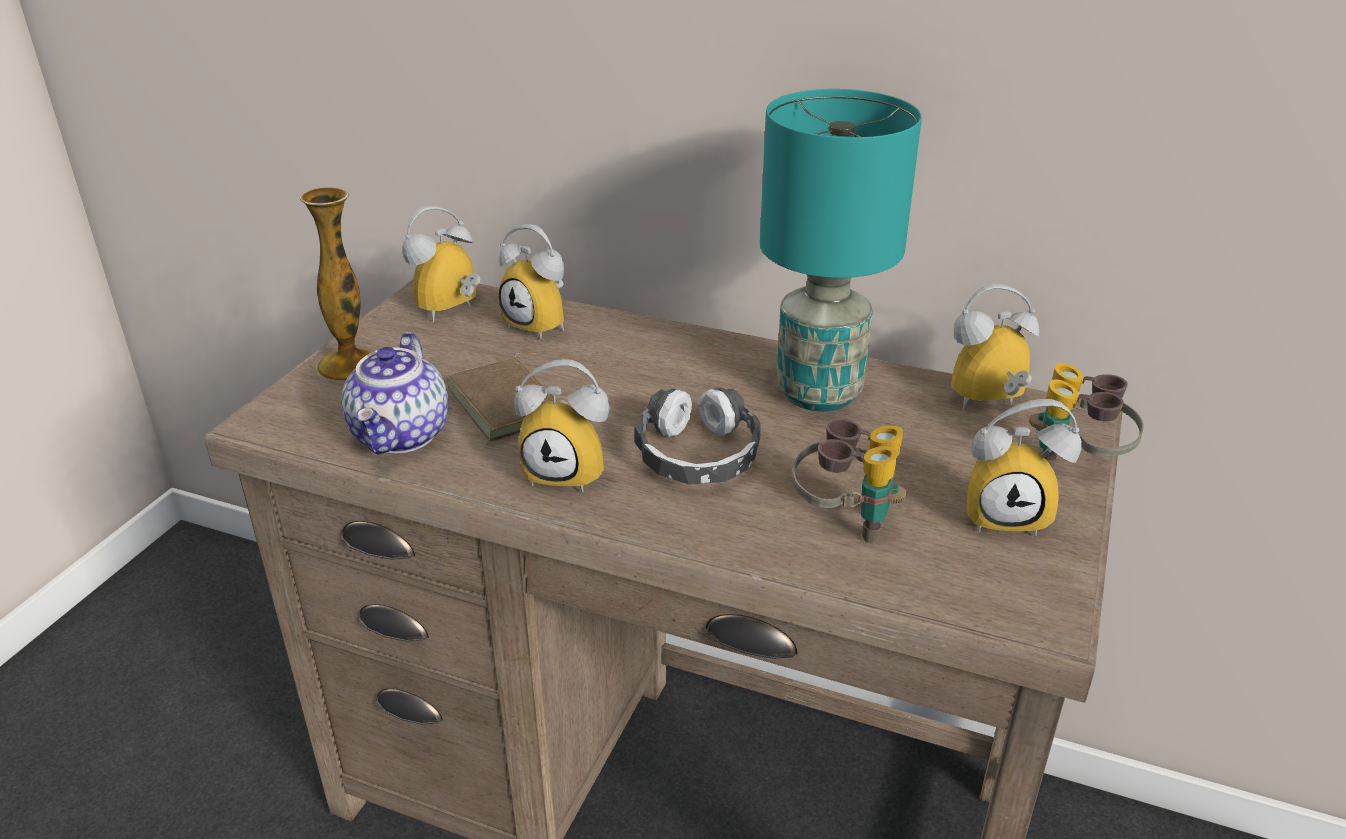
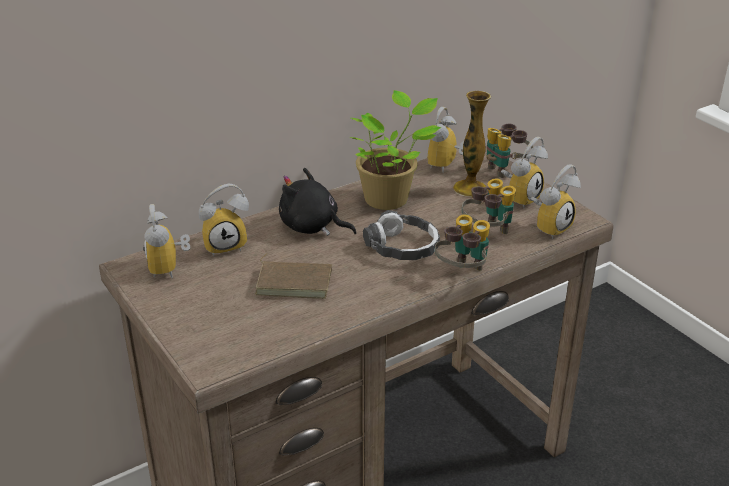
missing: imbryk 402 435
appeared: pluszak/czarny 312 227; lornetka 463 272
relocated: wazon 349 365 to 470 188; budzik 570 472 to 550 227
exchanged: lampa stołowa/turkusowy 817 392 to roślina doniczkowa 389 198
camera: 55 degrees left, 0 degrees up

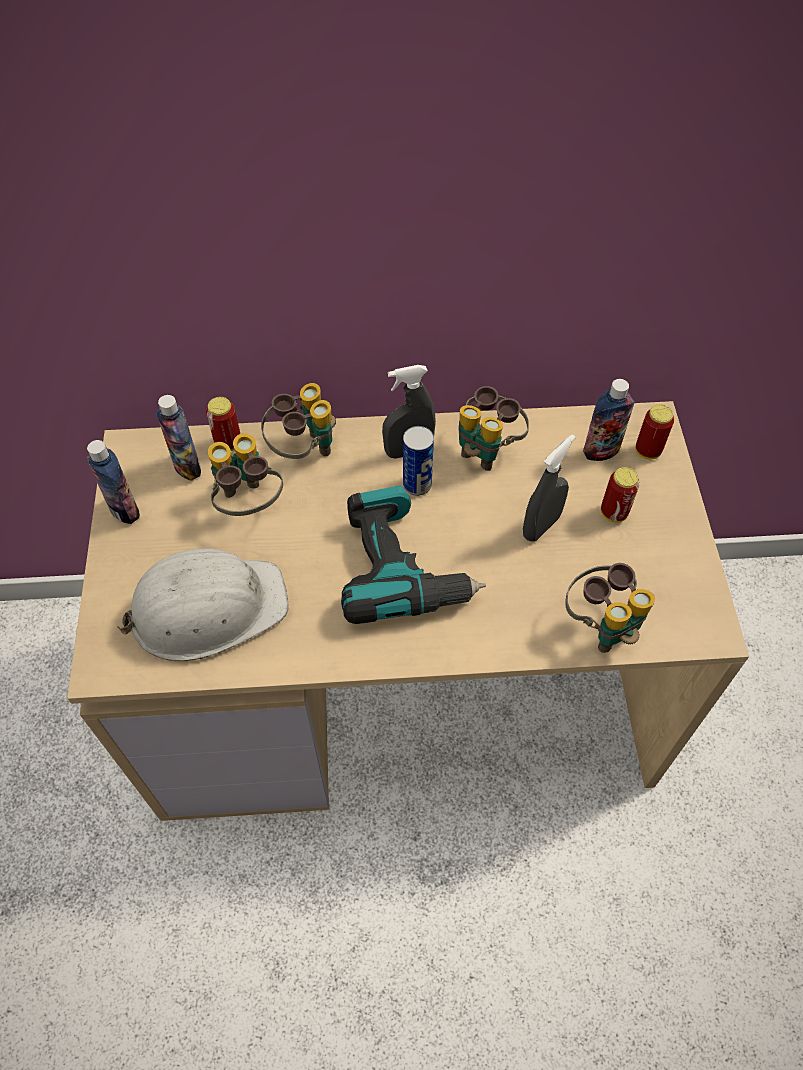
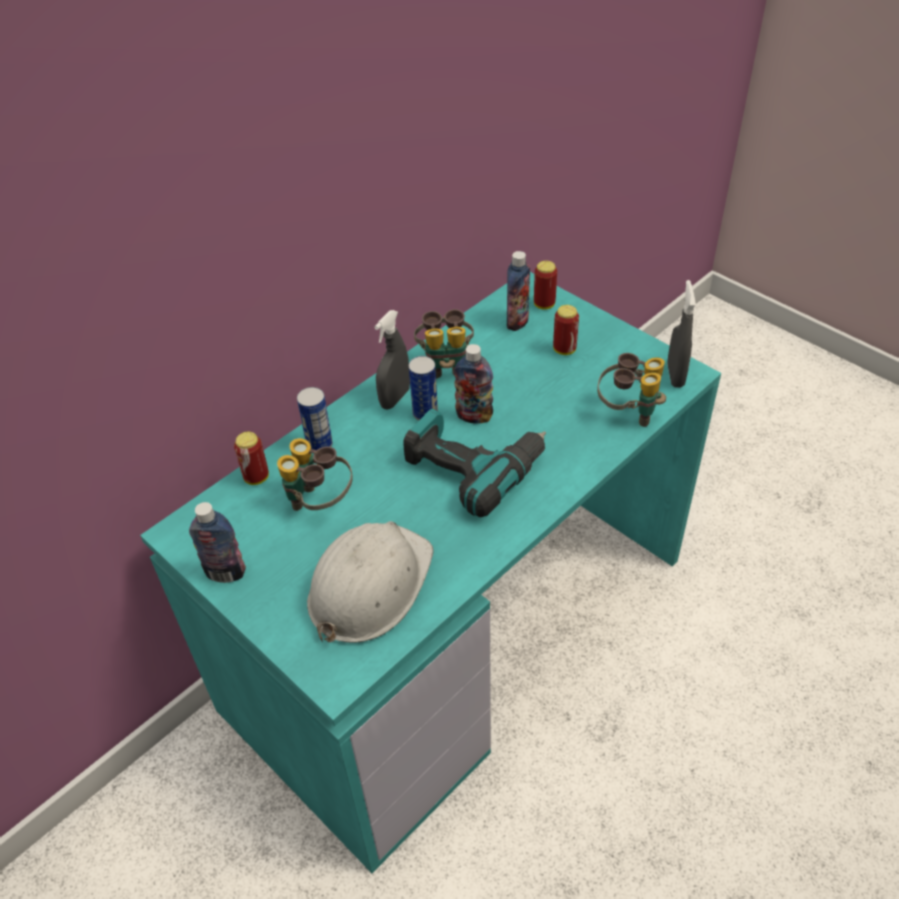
relocated: butelka 187 467 to 474 416; spryskiwacz/szary 541 526 to 675 375
exchanged: lornetka 303 450 to puszka 319 445
colour: biurko/beżowy 404 686 to biurko/turkusowy 458 628
camera: 40 degrees left, 10 degrees down

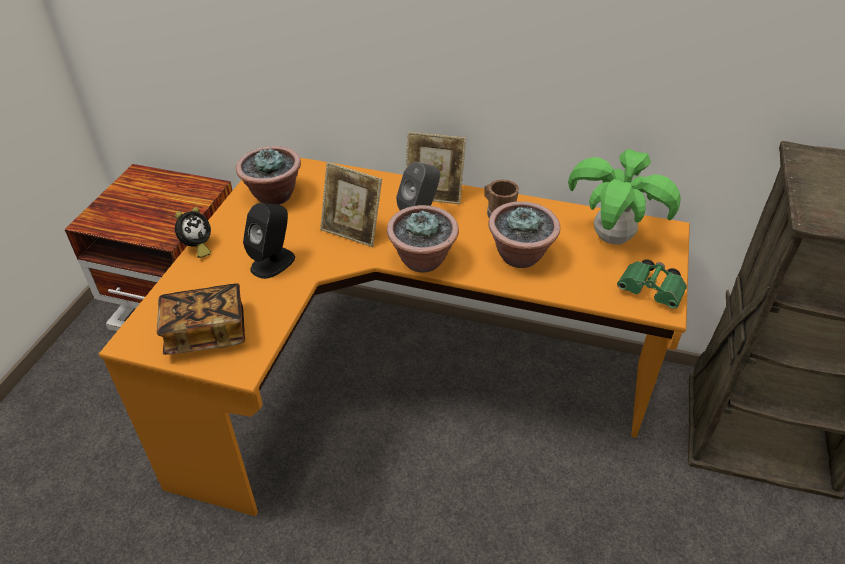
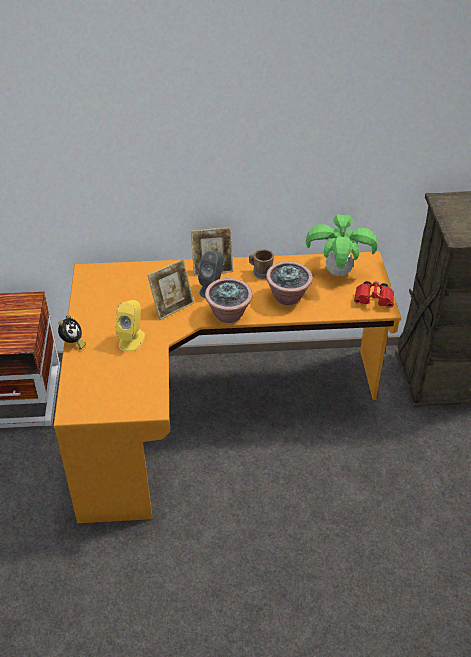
missing: książka 206 332; roślina doniczkowa 273 196
colour: głośnik/czarny 273 262 to głośnik/żółty 132 340; lornetka/zielony 652 292 to lornetka/czerwony 374 300
spun: ramka na zdjęcie 352 232 = 172 307 45 degrees counterclockwise
camera: 20 degrees left, 0 degrees up

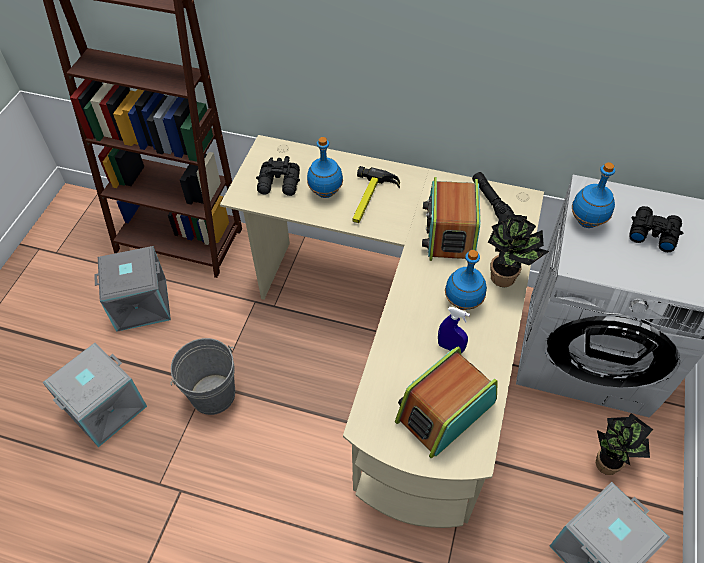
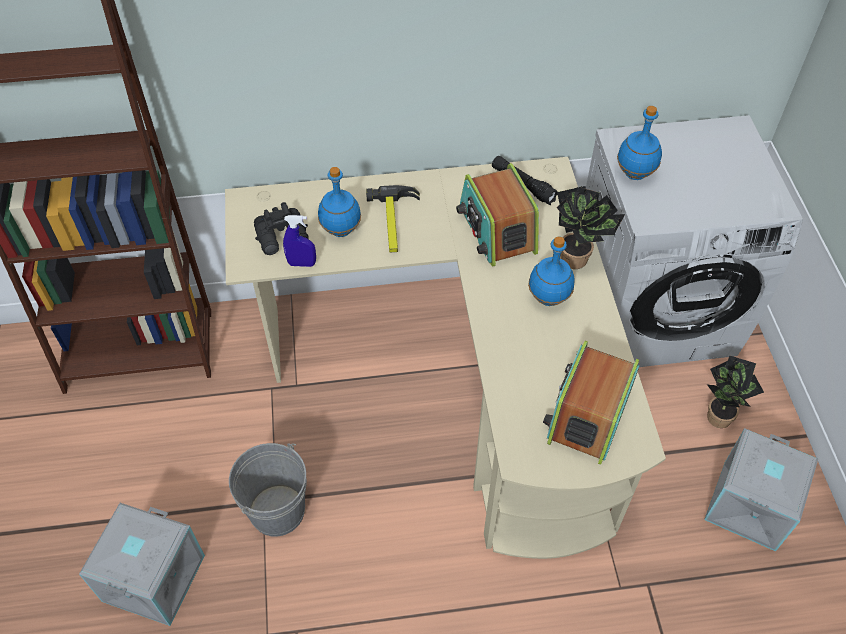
missing: pojemnik do przechowywania/szary 142 303; lornetka/czarny 652 233
relocated: spryskiwacz/niebieski 450 347 to 302 263
camera: 25 degrees left, 0 degrees up

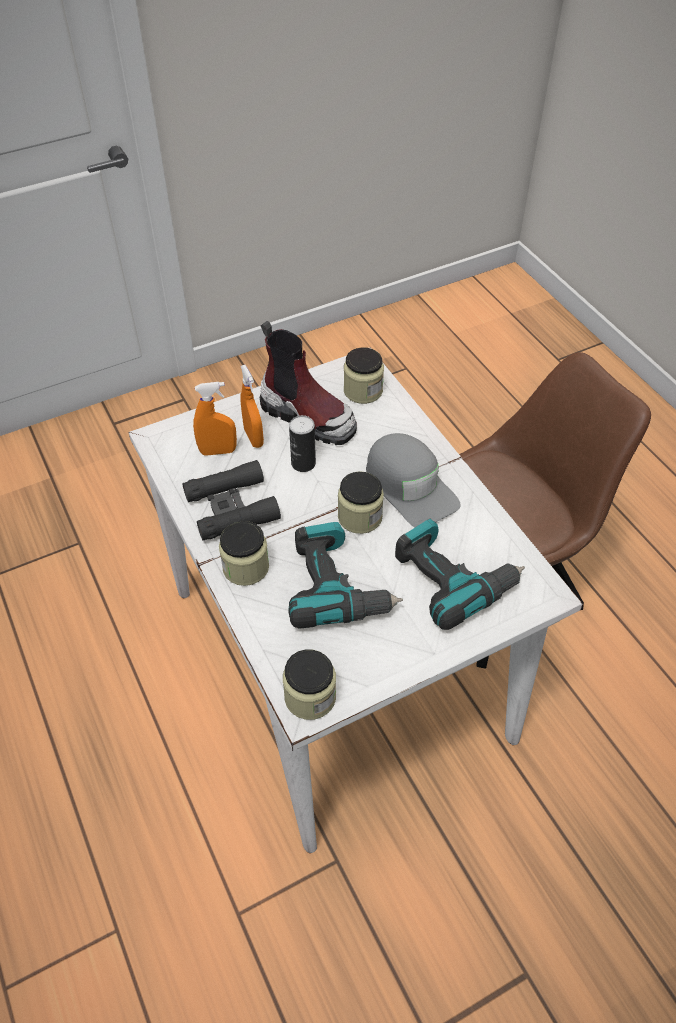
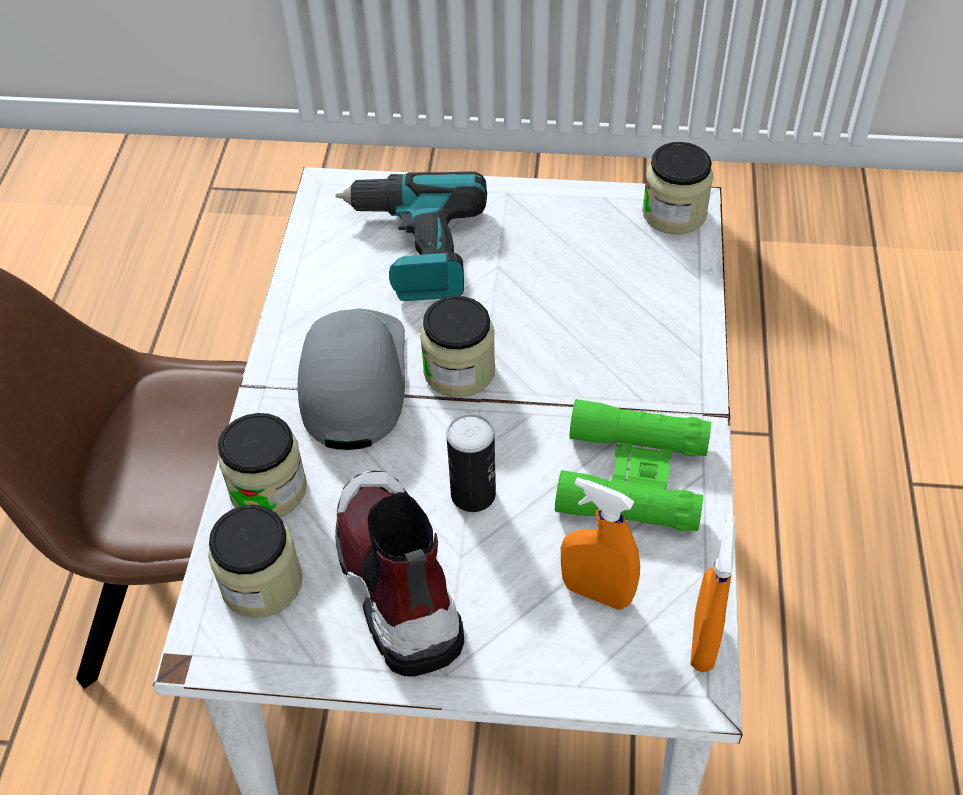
missing: wiertarka 337 586
relocated: słoik 246 567 to 268 489; spryskiwacz/pomarańczowy 253 437 to 703 641
colour: lornetka/czarny 231 507 to lornetka/zielony 632 476
camera: 145 degrees left, 0 degrees up

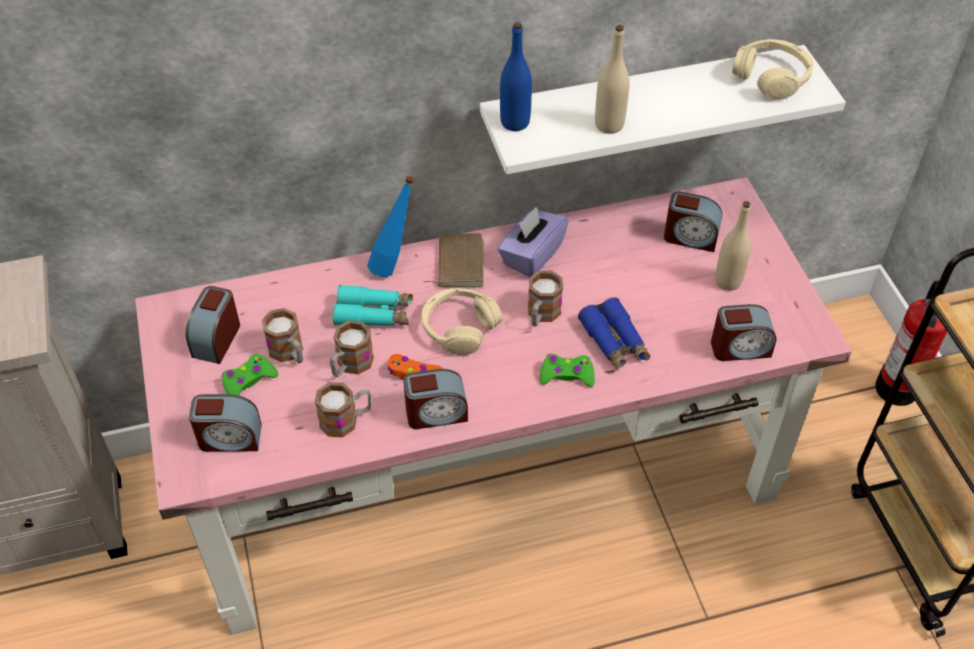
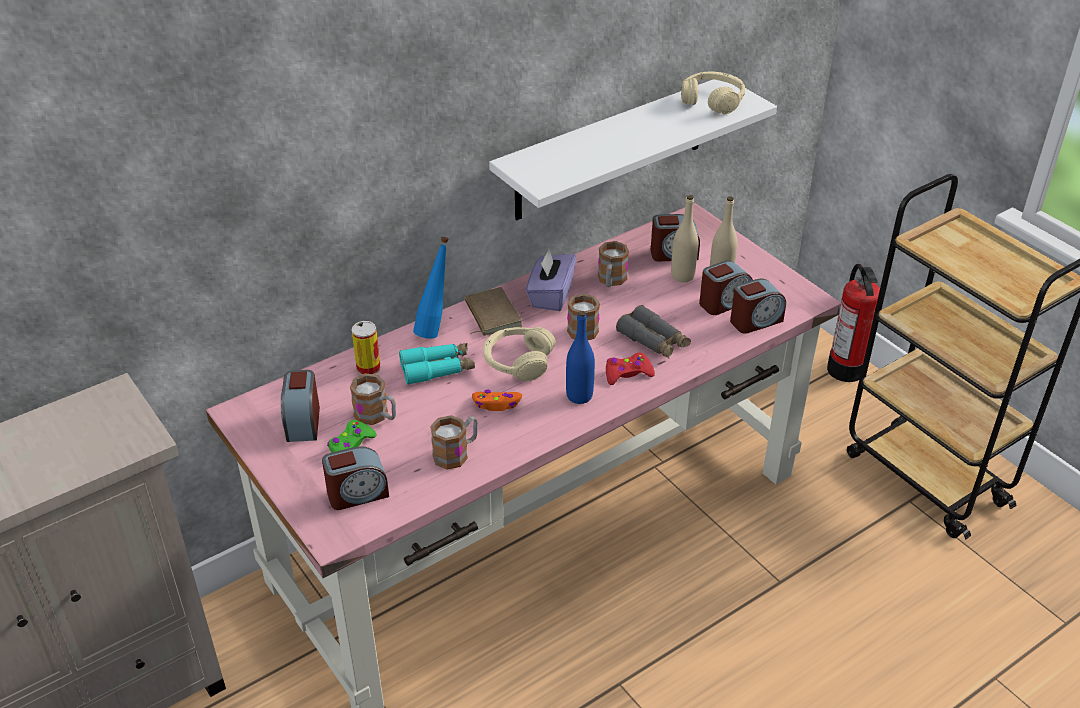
appeared: puszka 368 368
relocated: kubek 350 365 to 611 281; budzik 436 413 to 724 302; butelka/niebieski 515 122 to 579 396; butelka/beżowy 609 125 to 682 276
colour: pad do gier/zielony 566 375 to pad do gier/czerwony 627 373; lornetka/niebieski 614 342 to lornetka/szary 653 340
camera: 20 degrees left, 10 degrees down

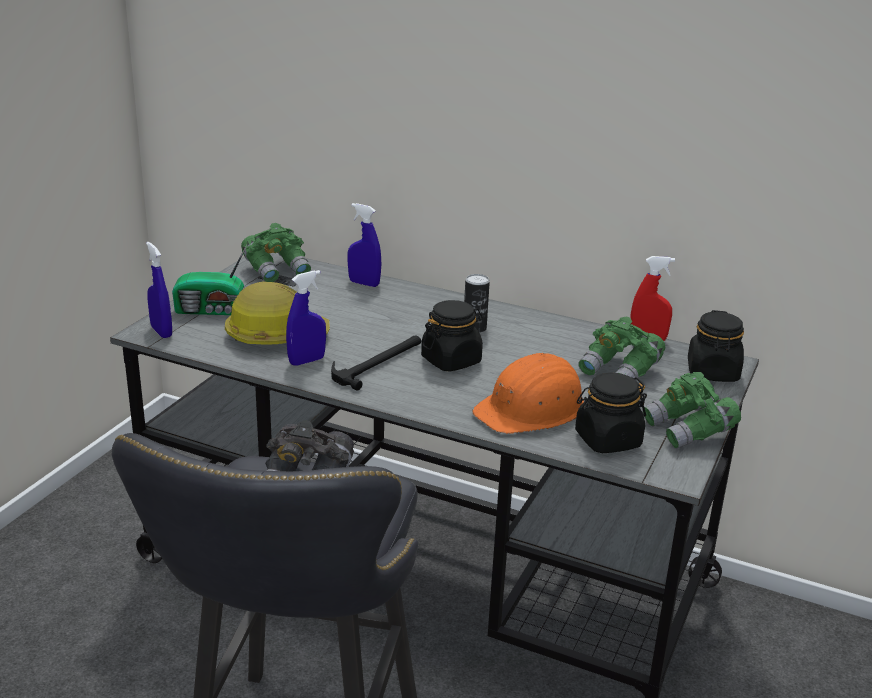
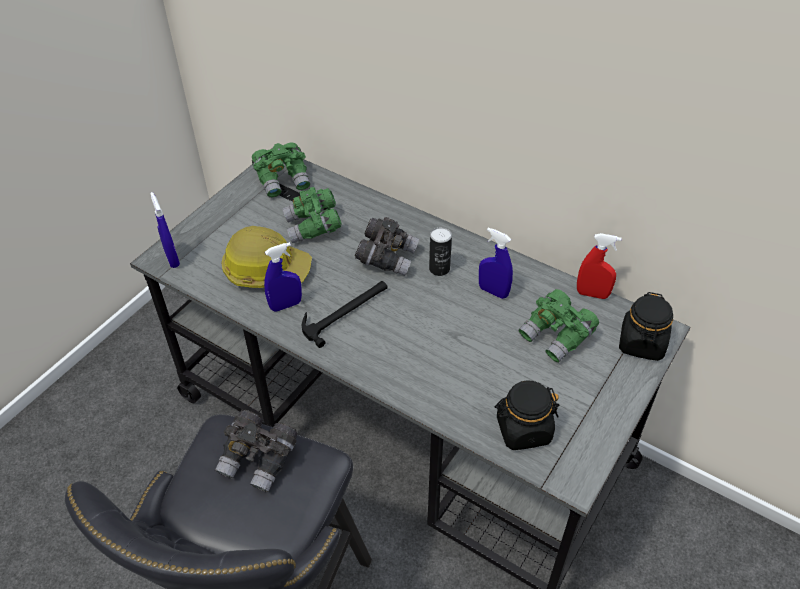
missing: radio 212 311; słoik/czarny 451 360; kask/pomarańczowy 532 409
appeared: lornetka/szary 387 257
relocated: spryskiwacz/niebieski 364 283 to 493 291; lornetka/zielony 689 430 to 313 227
camera: 10 degrees right, 20 degrees up

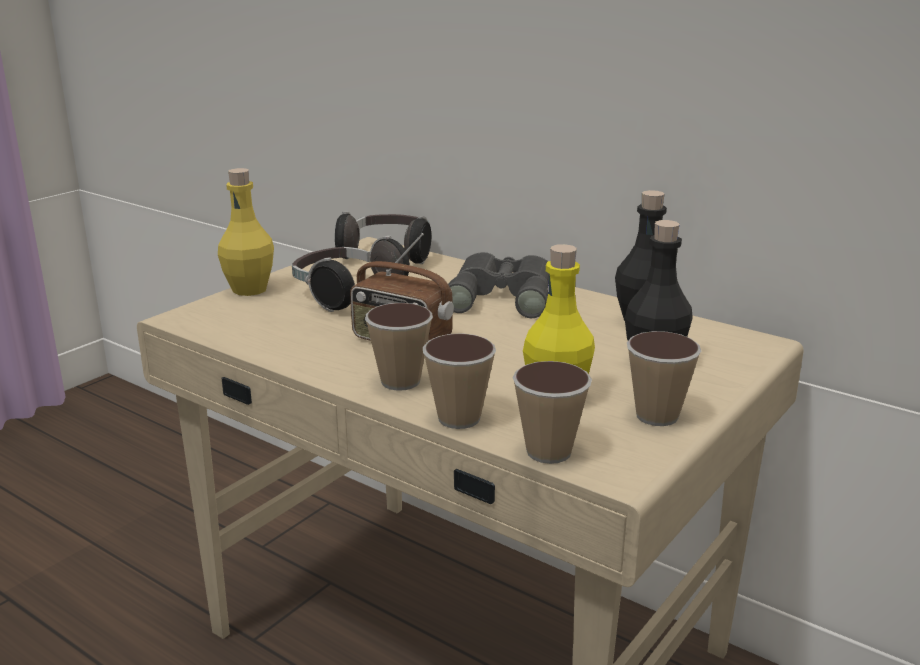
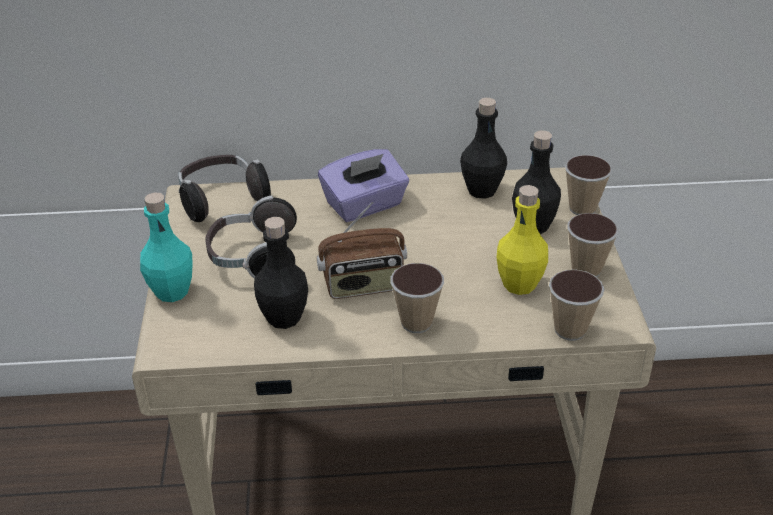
appeared: butelka/czarny 284 317
relocated: filiżanka 459 418 to 582 208
exchanged: lornetka/szary 503 294 to pudełko chusteczek/fioletowy 365 205
colour: butelka/żółty 249 289 to butelka/turkusowy 172 292
camera: 40 degrees left, 15 degrees up

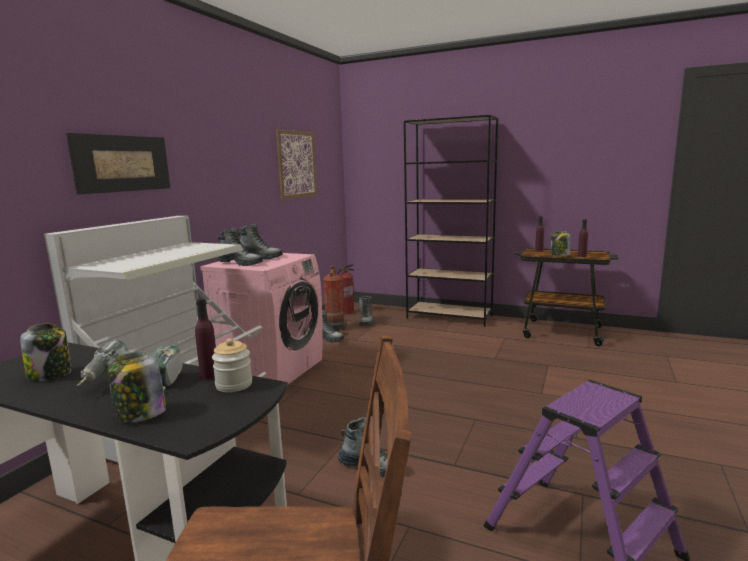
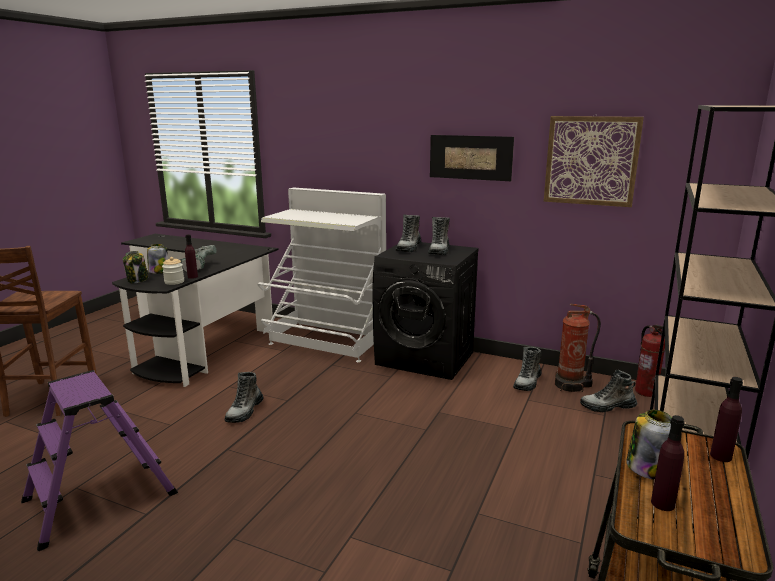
relocated: słoik 50 374 to 137 280; obraz 123 163 to 470 157
colour: pralka/różowy 271 372 to pralka/czarny 425 361
camera: 90 degrees right, 5 degrees up

